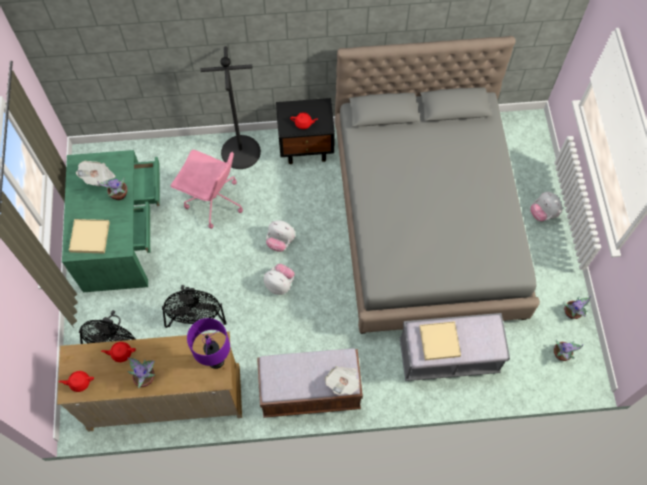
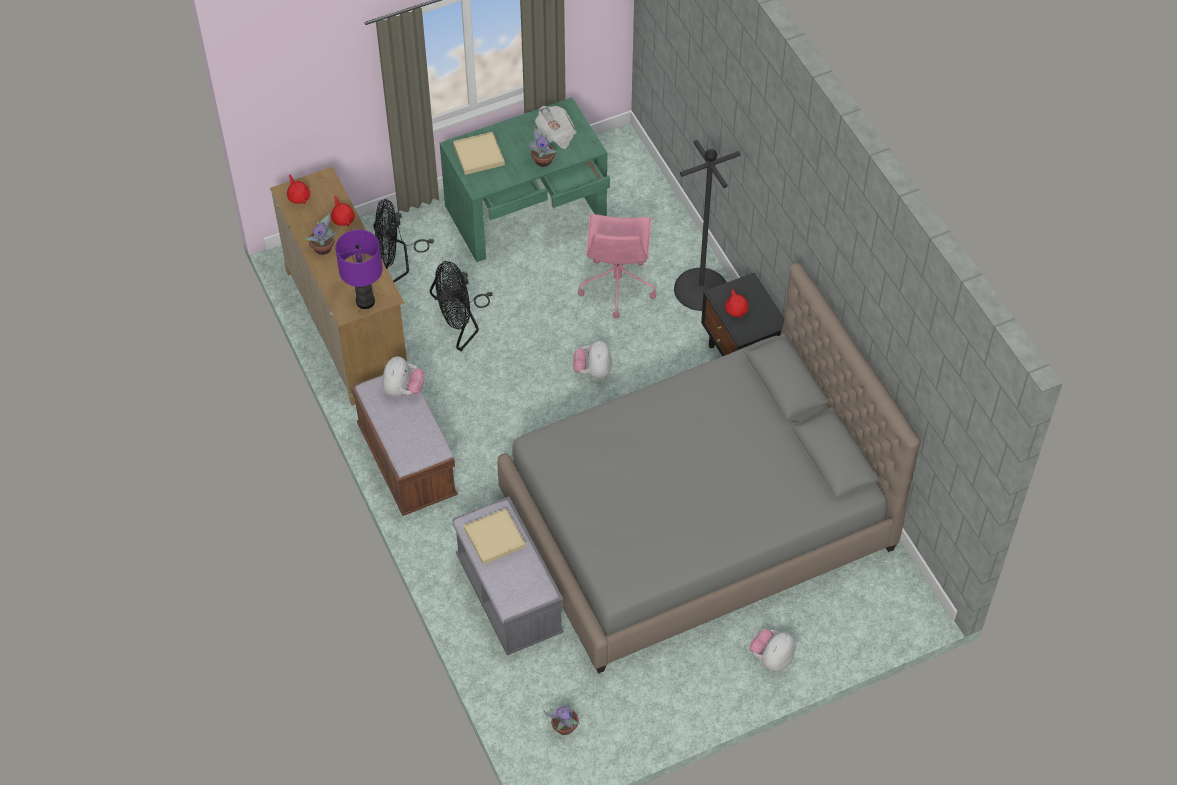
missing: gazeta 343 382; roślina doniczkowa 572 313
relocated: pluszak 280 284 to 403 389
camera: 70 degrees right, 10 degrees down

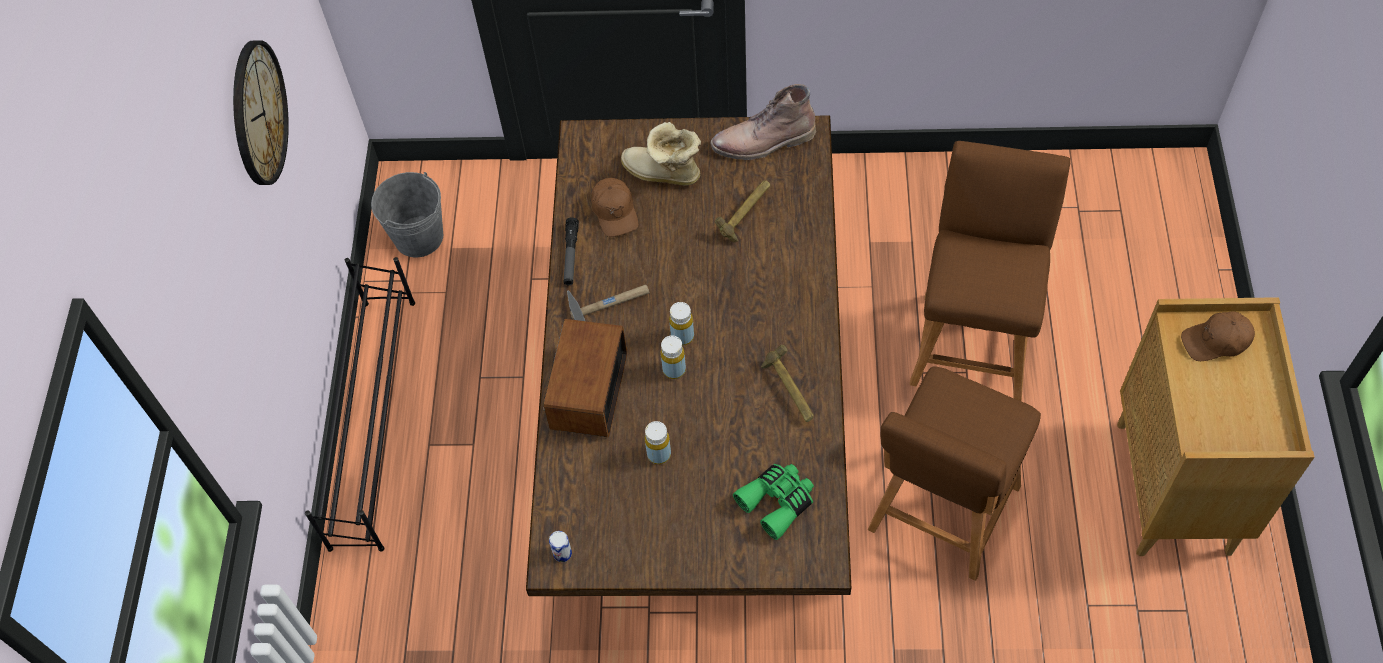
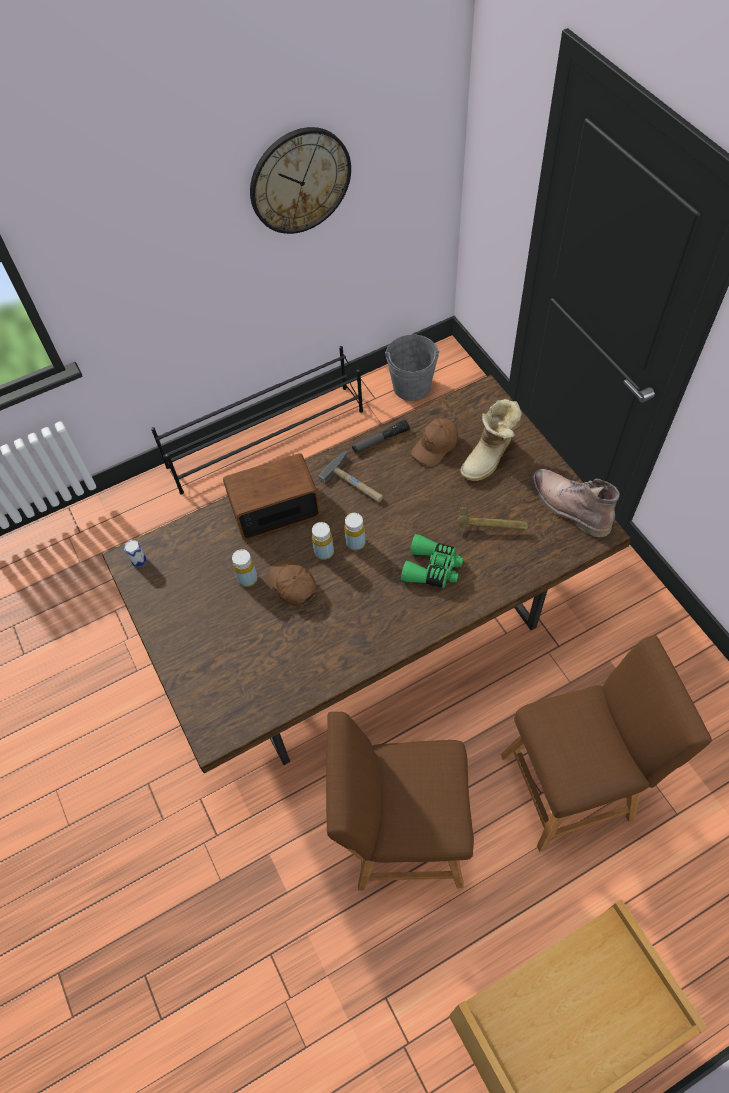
missing: młotek 789 391
relocated: lornetka/zielony 777 501 to 432 568; czapka z daszkiem/brązowy 1216 341 to 292 585
spun: but z cholewką 663 174 = 489 458 135 degrees counterclockwise
camera: 60 degrees right, 0 degrees up

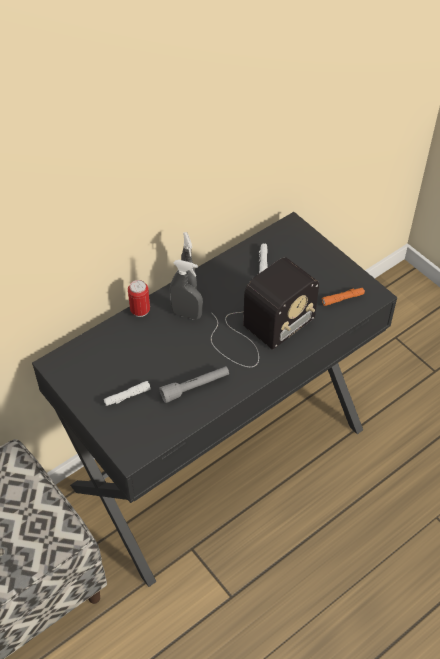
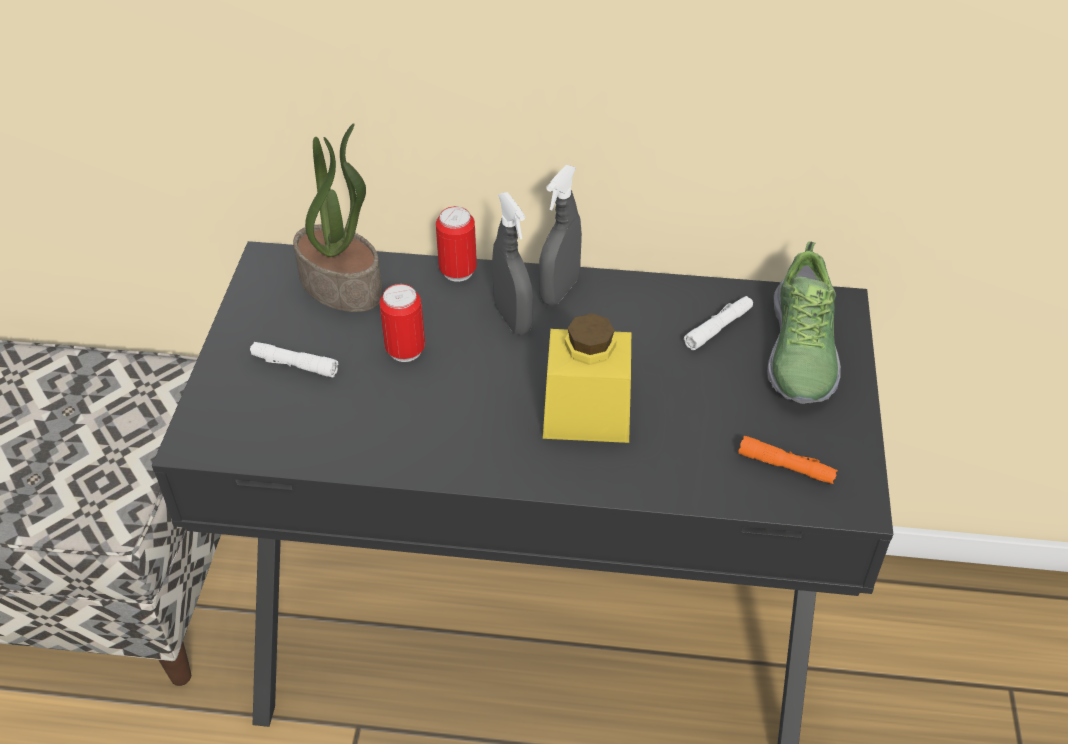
missing: latarka/szary 195 387
appeared: roślina doniczkowa 343 285; puszka 405 350; but 799 352
exchanged: radio 259 331 to słoik/żółty 586 415
camera: 45 degrees right, 5 degrees down

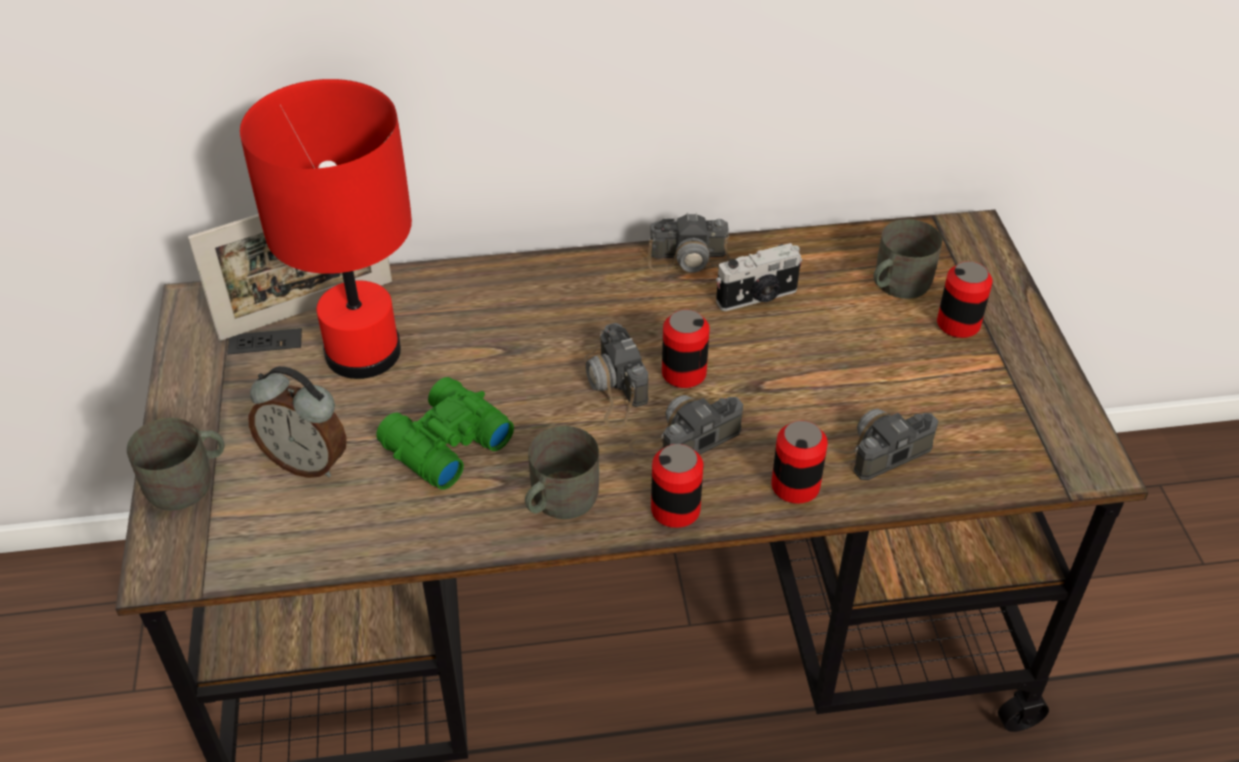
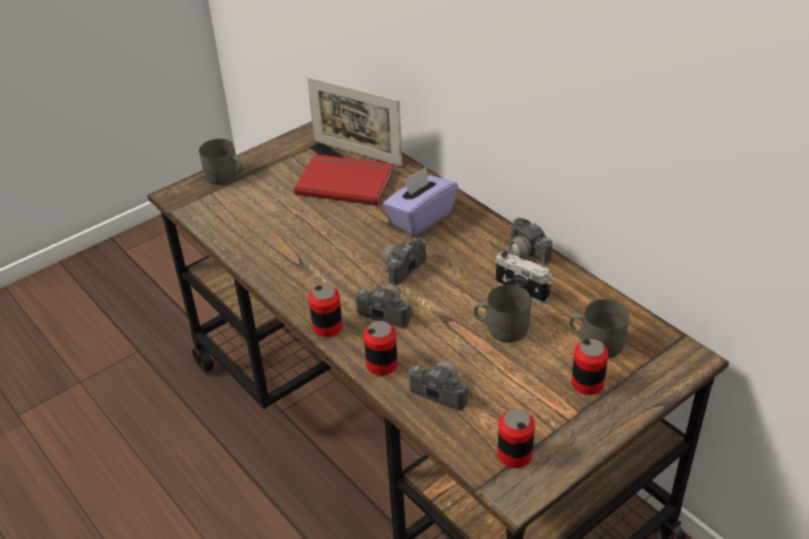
missing: budzik 307 462; lornetka/zielony 443 444
appeared: pudełko chusteczek/fioletowy 420 218
relocated: kubek/szary 558 500 to 501 327; puszka 684 373 to 514 455
exchanged: lampa stołowa/czerwony 361 352 to książka/czerwony 345 181
camera: 60 degrees right, 5 degrees down

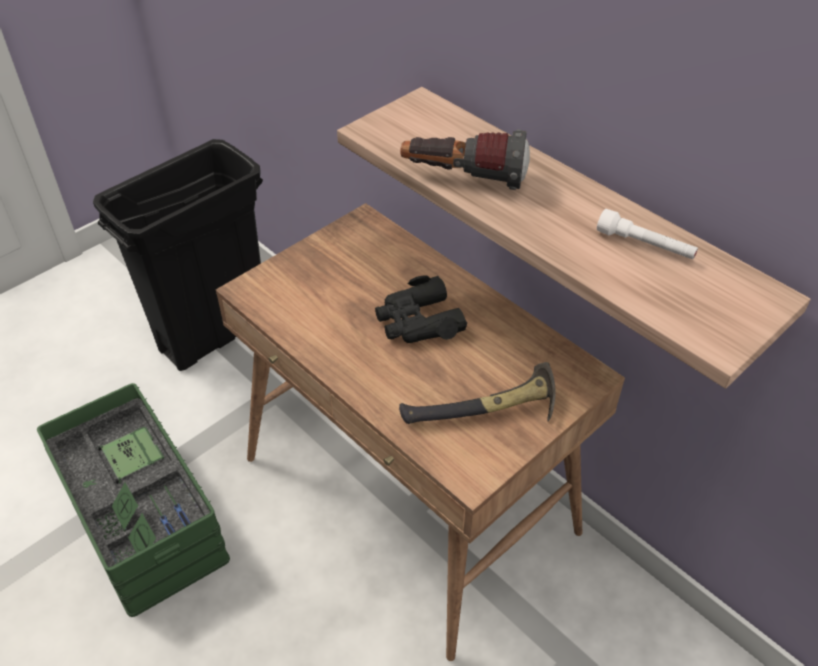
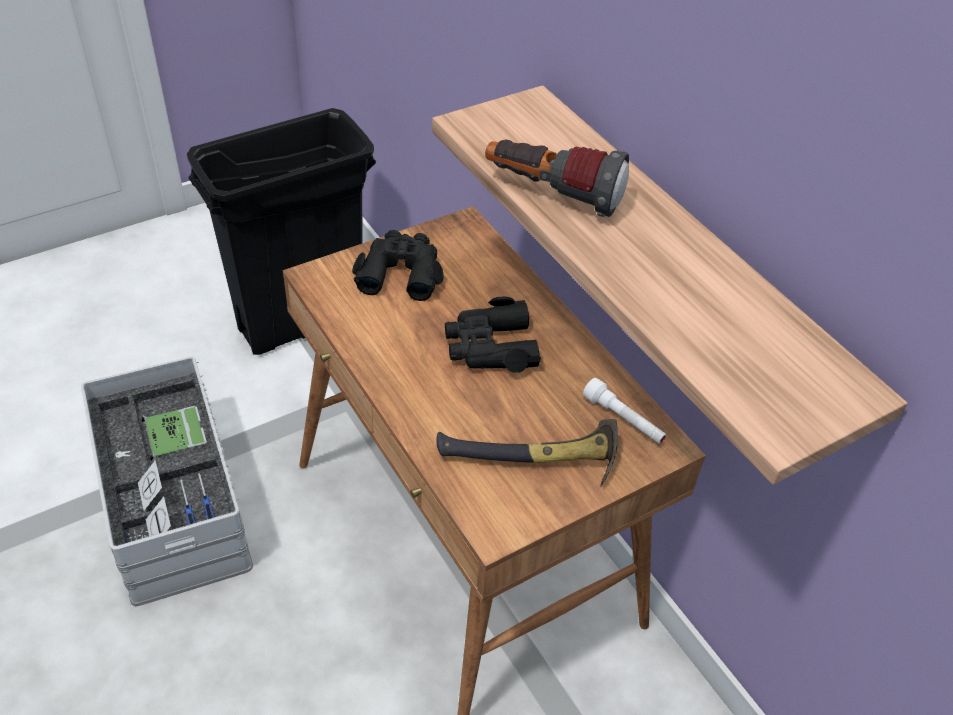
appeared: lornetka/czarny 400 272
relocated: latarka/biały 645 245 to 623 419
colour: pojemnik do przechowywania/zielony 144 516 to pojemnik do przechowywania/szary 176 502
camera: 10 degrees right, 0 degrees up

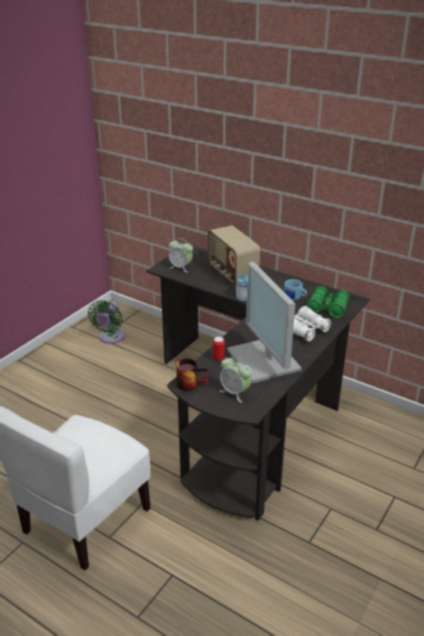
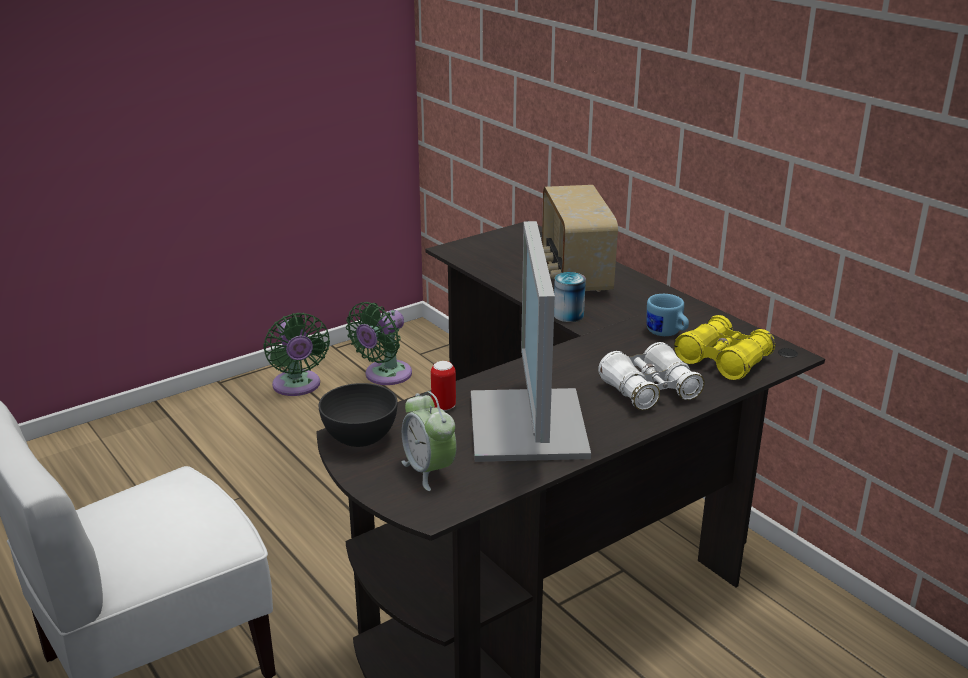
missing: budzik 181 267
appeared: wentylator/zielony 297 386
exchanged: kubek 191 383 to miska/szary 359 438
colour: lornetka/zielony 327 308 to lornetka/żółty 723 360
camera: 20 degrees right, 5 degrees down

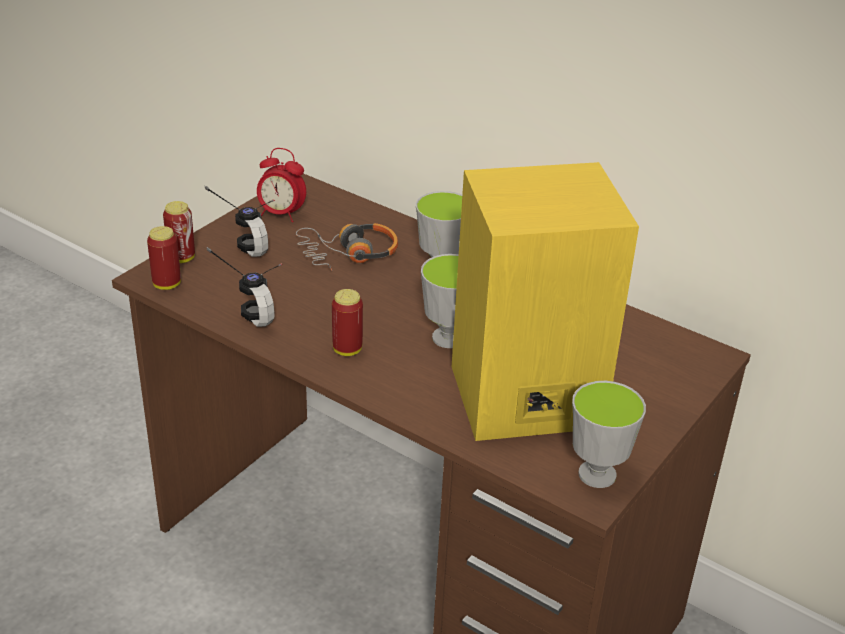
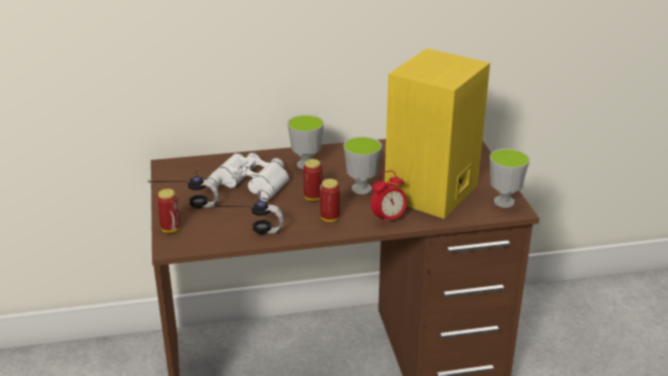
relocated: puszka 167 284 to 313 197; budzik 281 214 to 388 219
exchanged: słuchawki 348 255 to lornetka/biały 252 181
camera: 45 degrees left, 5 degrees down

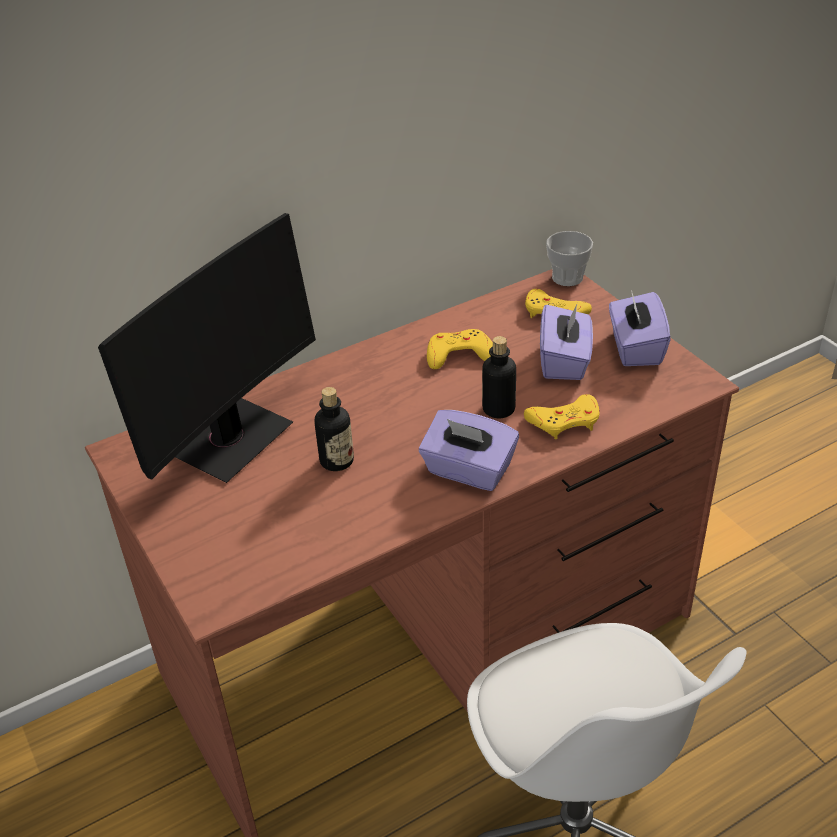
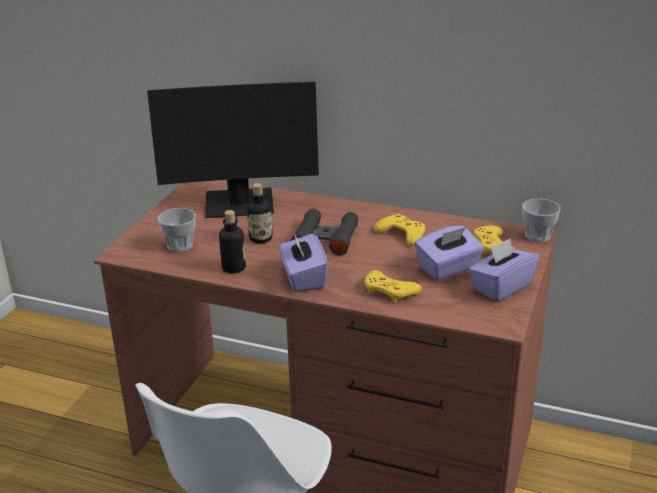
appeared: filiżanka 180 245; lornetka/czarny 325 238
relocated: butelka 498 409 to 234 268
camera: 50 degrees right, 10 degrees down

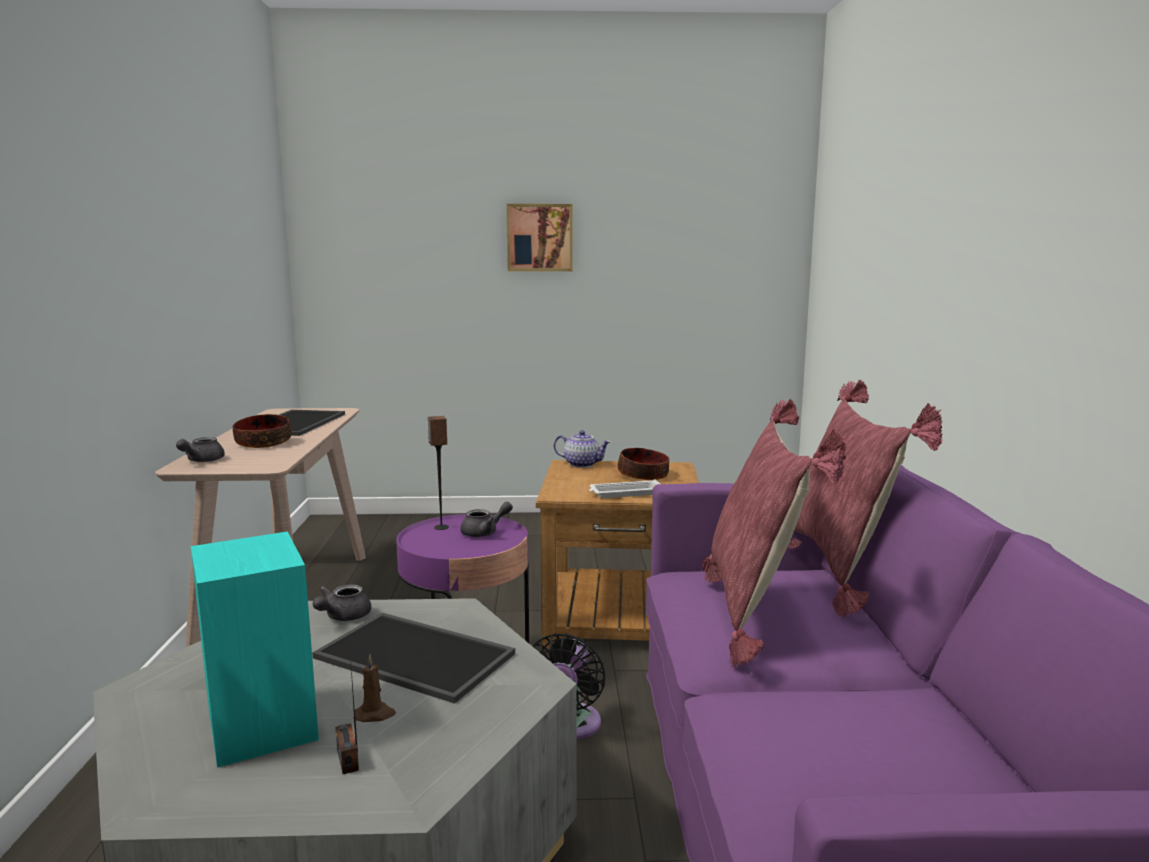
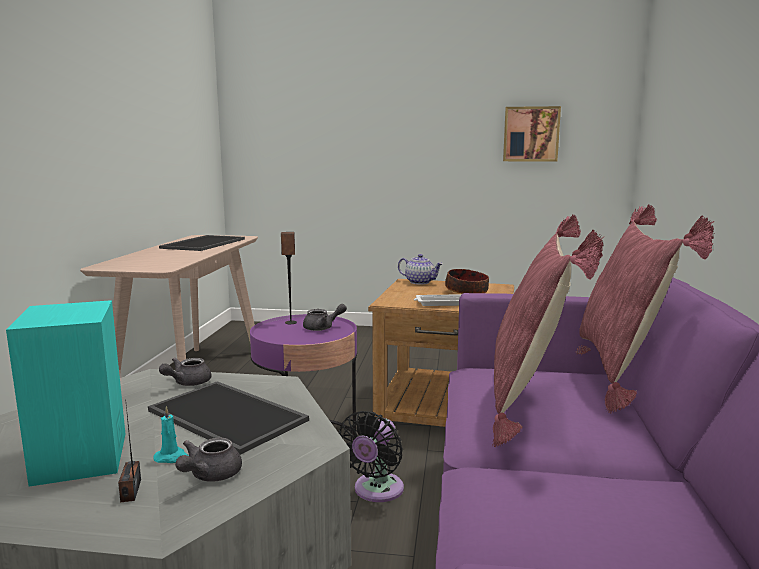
missing: miska 262 443
relocated: imbryk/szary 201 461 to 210 475; obraz 539 237 to 531 134
colour: świeca/brązowy 375 714 to świeca/turkusowy 172 457
camera: 10 degrees right, 0 degrees up

